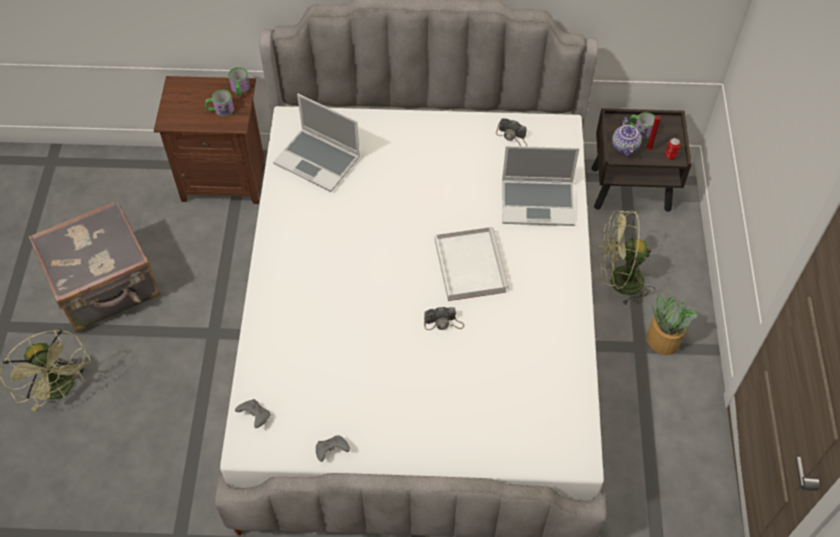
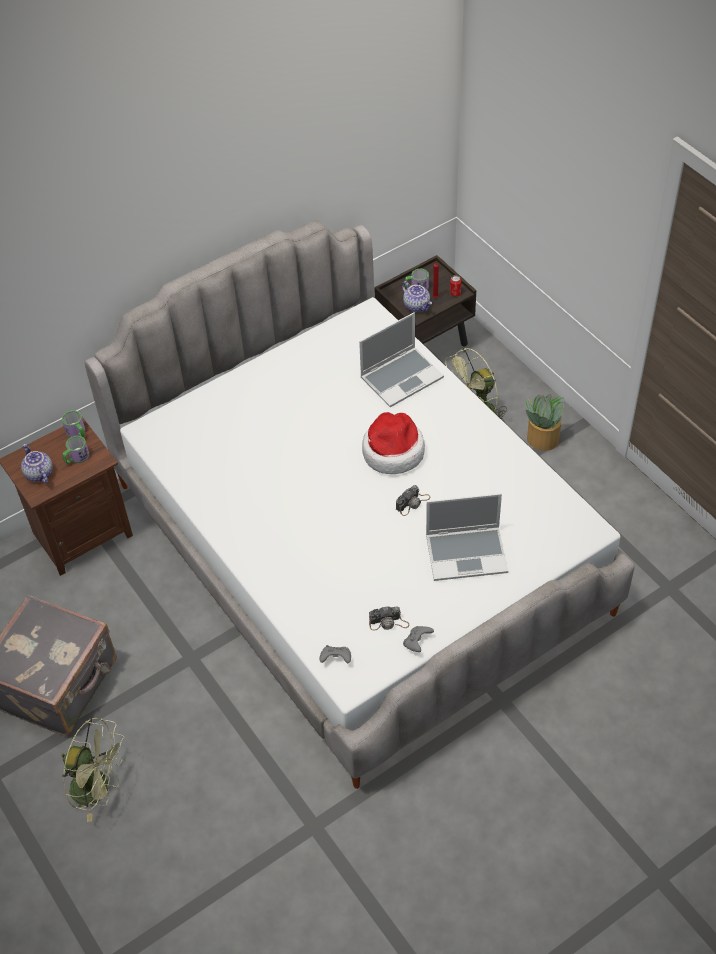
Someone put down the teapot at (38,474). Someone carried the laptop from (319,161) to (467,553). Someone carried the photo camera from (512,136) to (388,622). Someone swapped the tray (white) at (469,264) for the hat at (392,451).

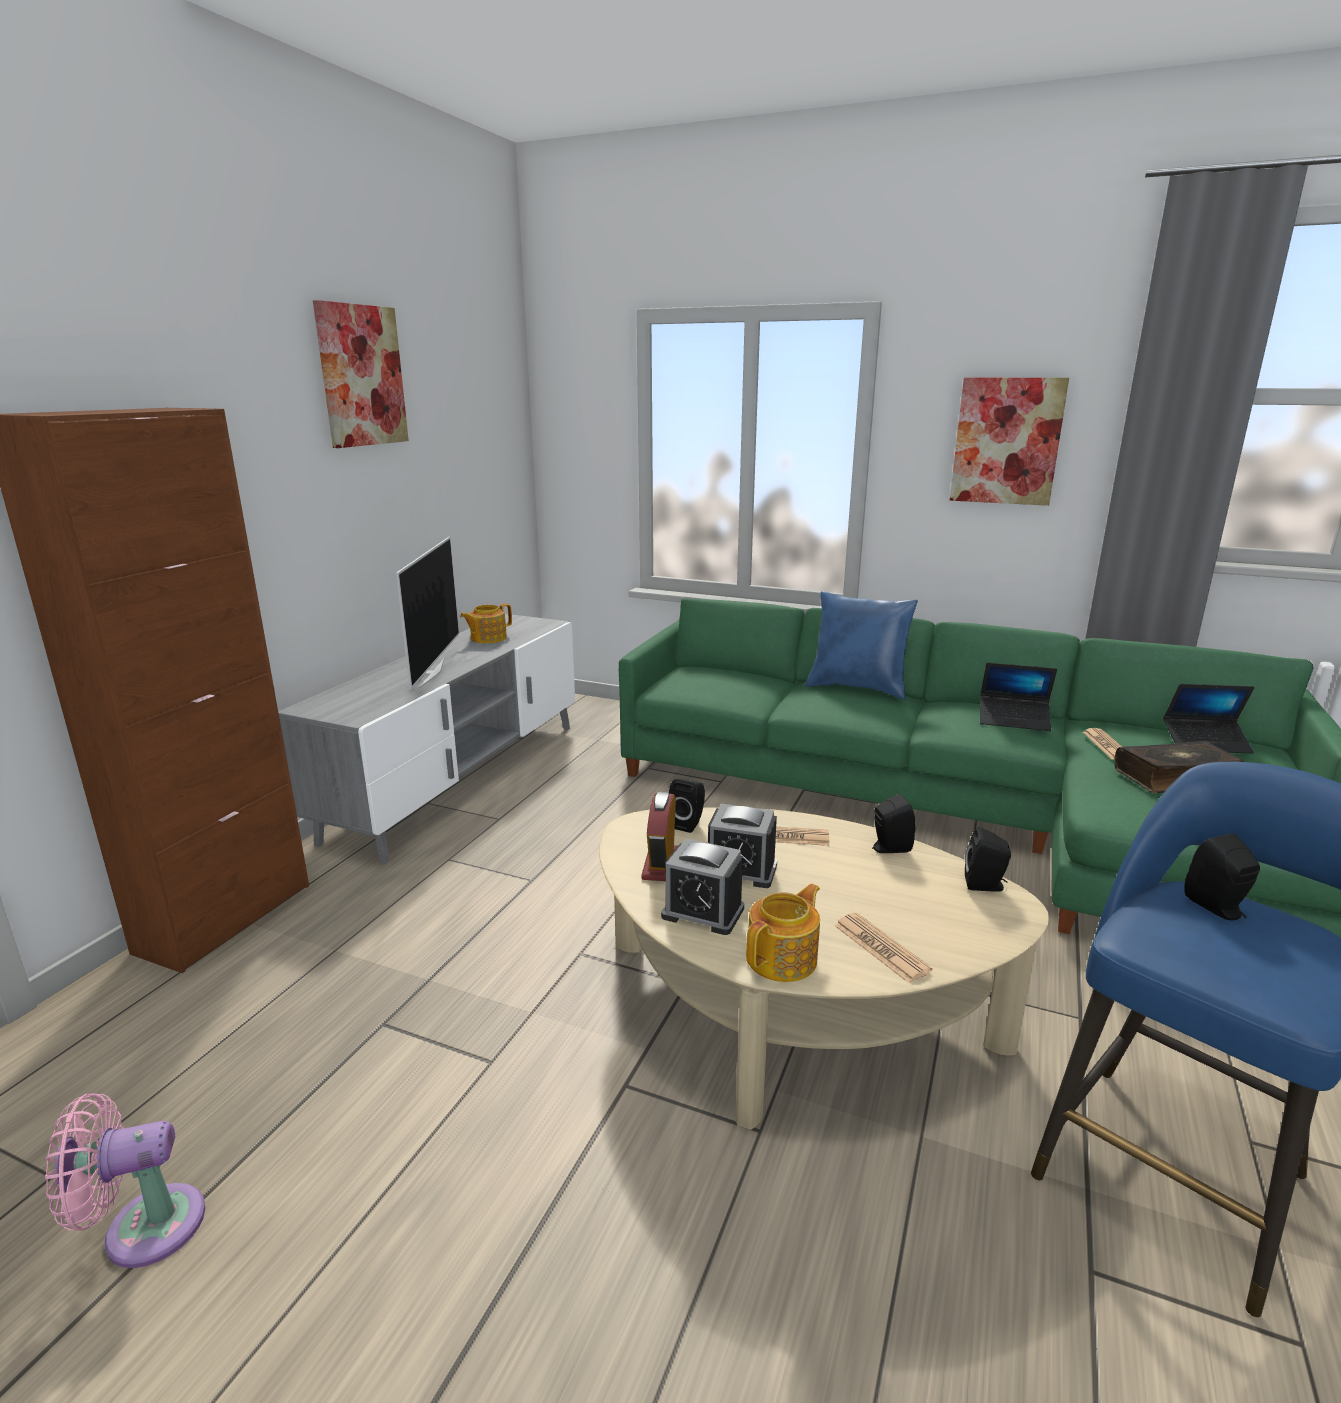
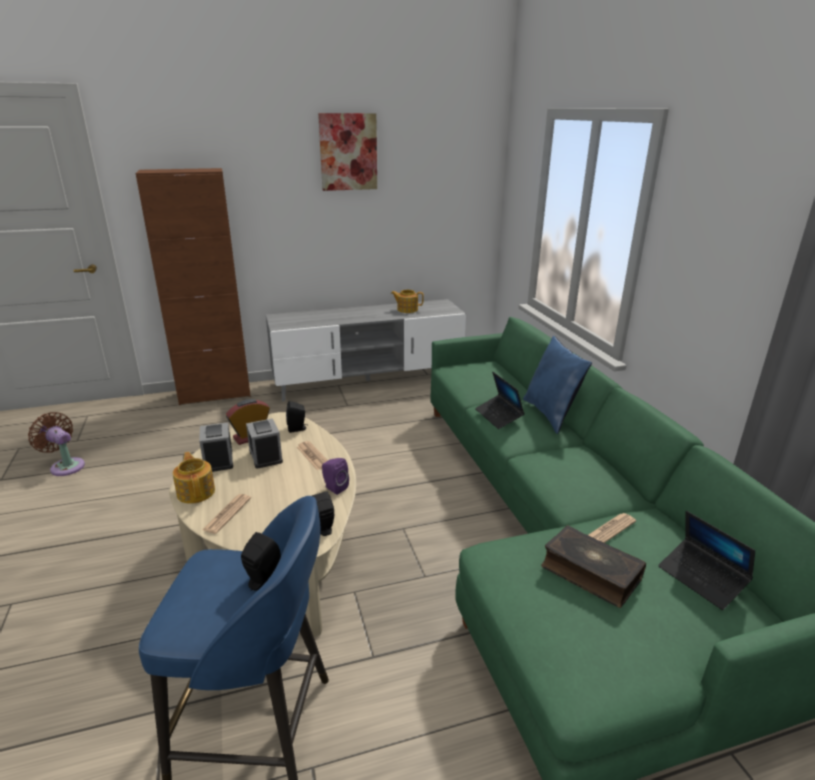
Someone took away the television at (430,673). Someone took away the picture at (1006,441). Someone carried the laptop from (1013,720) to (498,416). Someone repainted the fan (pink) at (144,1228), which became the fan (brown) at (65,466). Someone repainted the speaker (black) at (888,848), which became the speaker (purple) at (334,488). Someone rotated the teapot at (783,959) by 120 degrees counterclockwise.

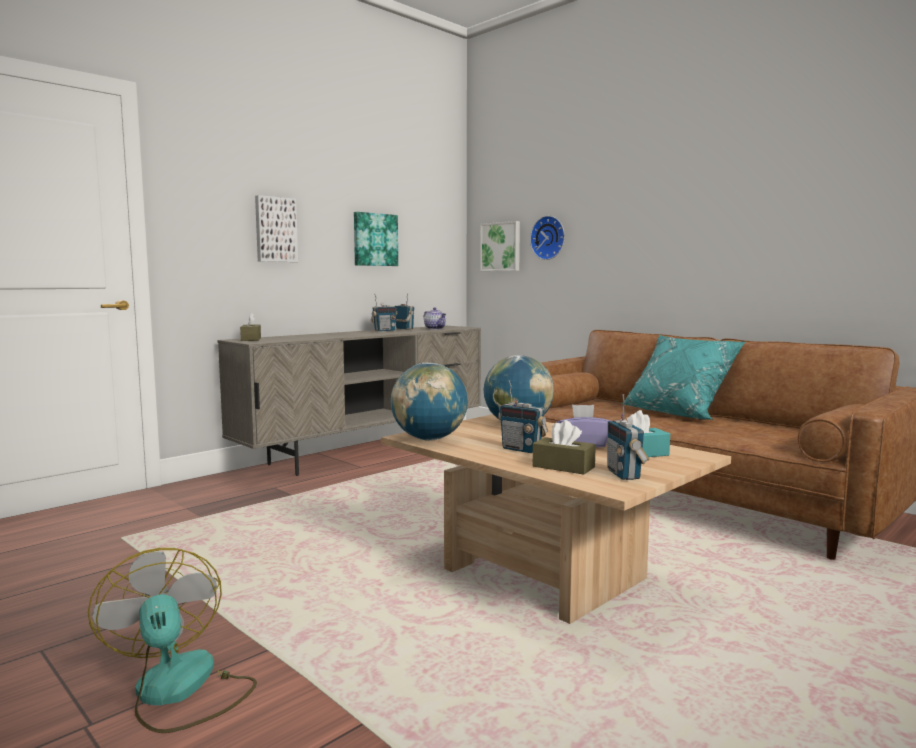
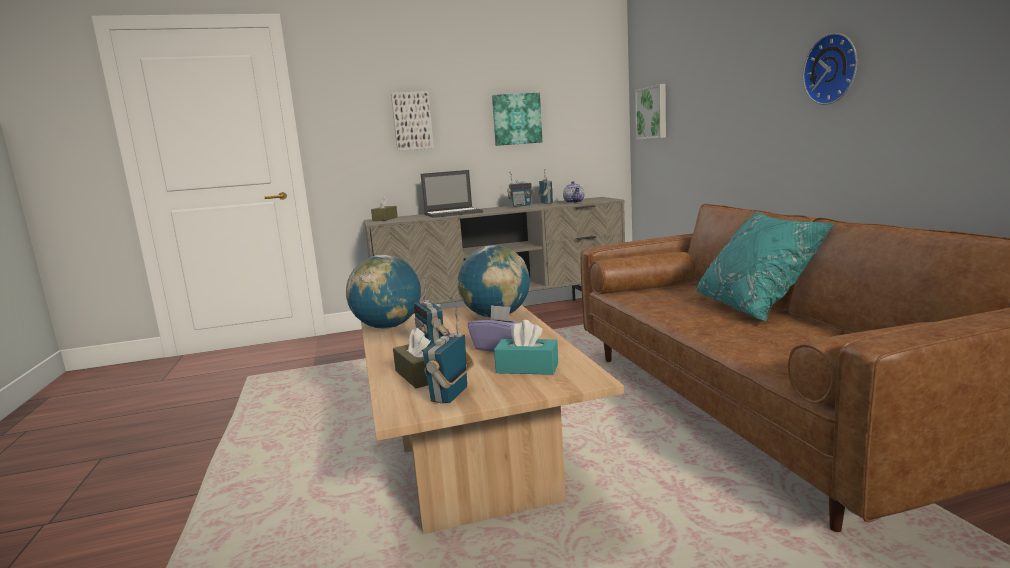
Someone took away the fan at (179,691). Someone put down the laptop at (454,213). Someone carried the wall clock from (549,238) to (833,69).

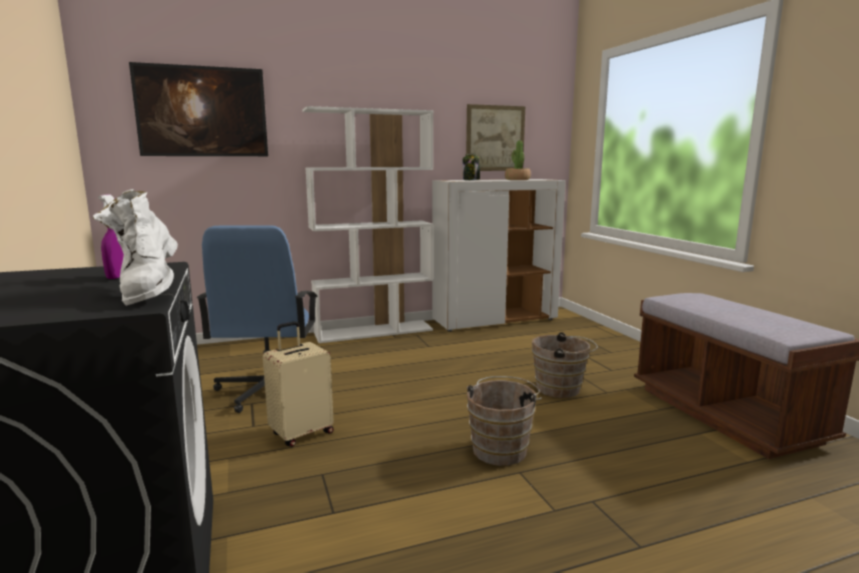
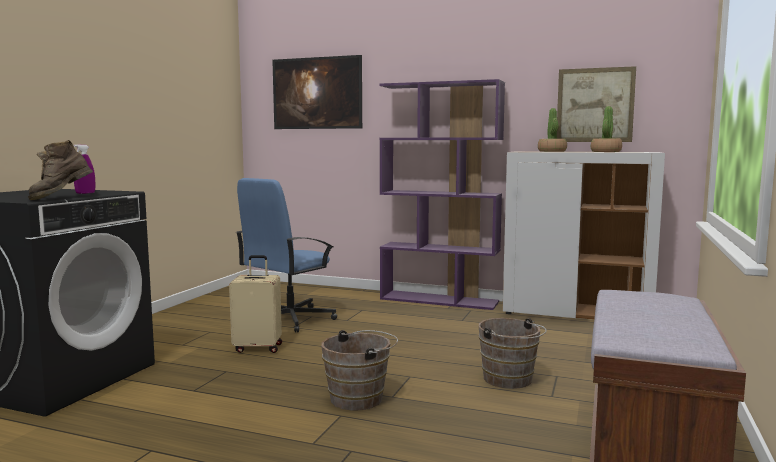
Someone swapped the jar at (471,180) for the potted plant at (552,151). Someone repainted the boot (white) at (149,292), which became the boot (brown) at (61,198). Someone repainted the bookcase (white) at (374,331), which became the bookcase (purple) at (439,300).

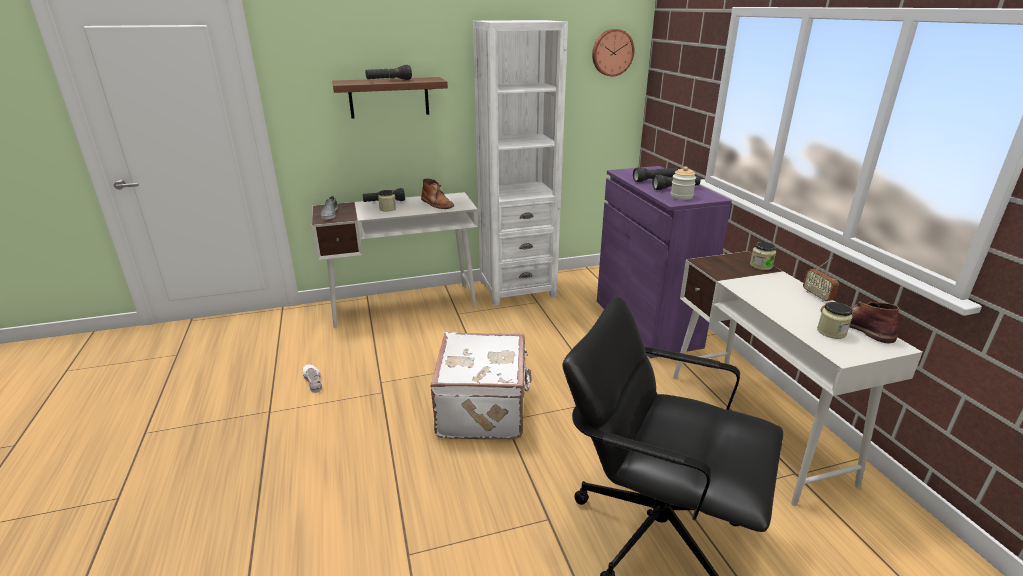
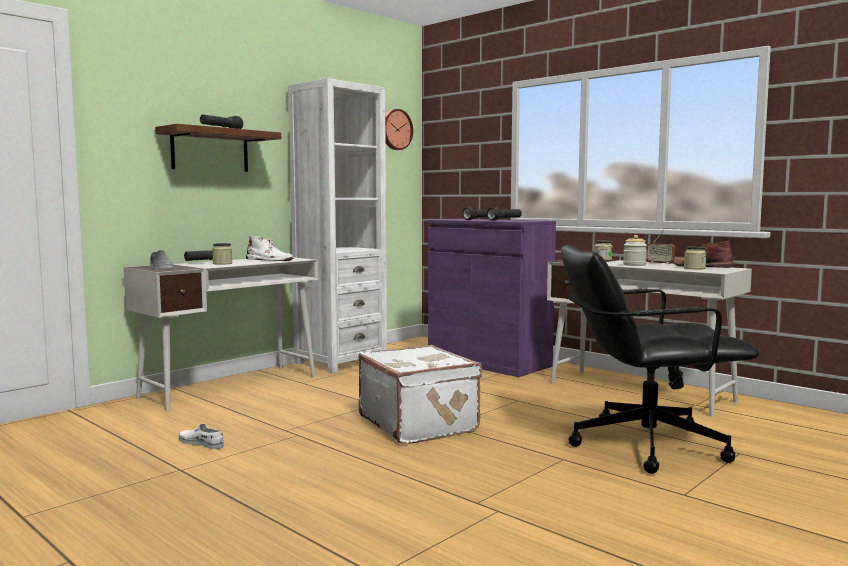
Someone carried the jar from (681,196) to (634,265). Someone repainted the boot (brown) at (437,204), which became the boot (white) at (269,260).

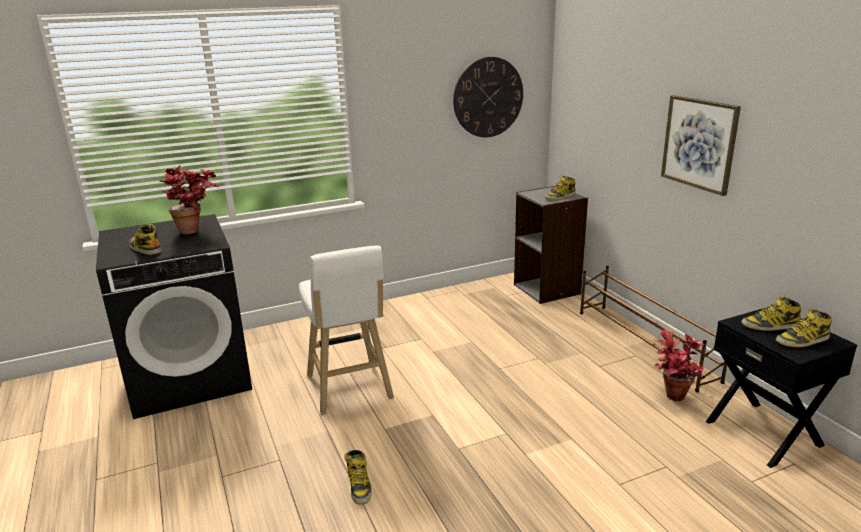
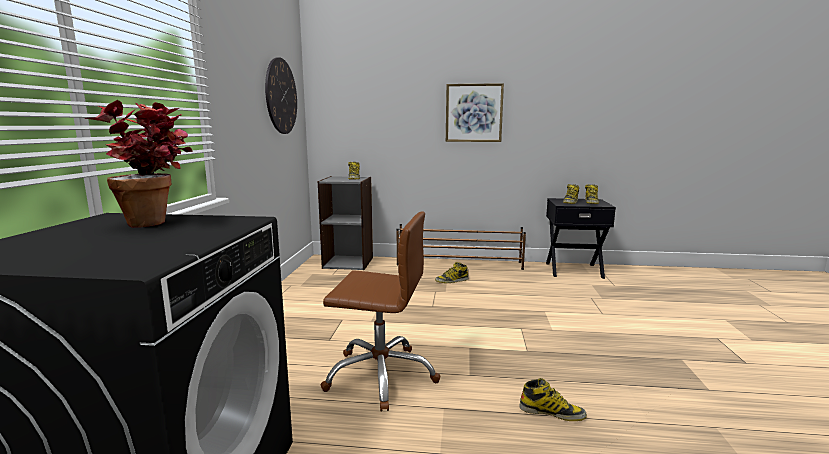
Someone took away the potted plant at (671,399). Someone carried the boot from (145,249) to (452,280). Someone swapped the stool (white) at (350,389) for the office chair (brown) at (381,375).

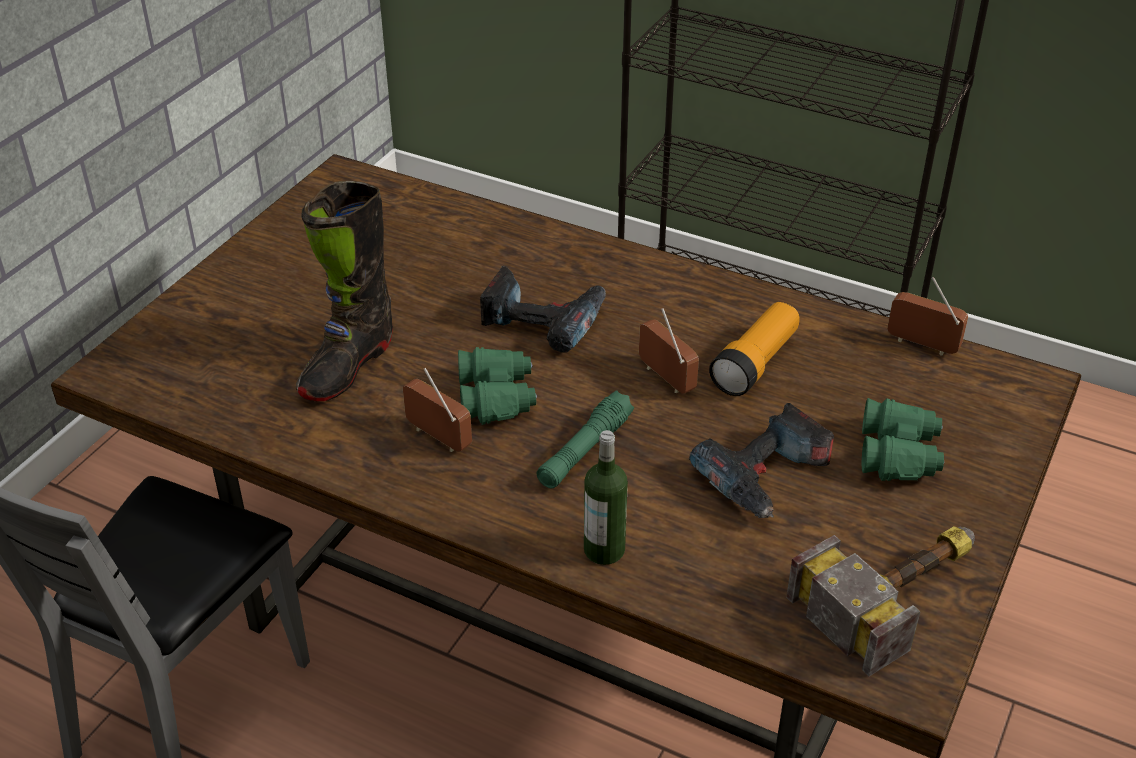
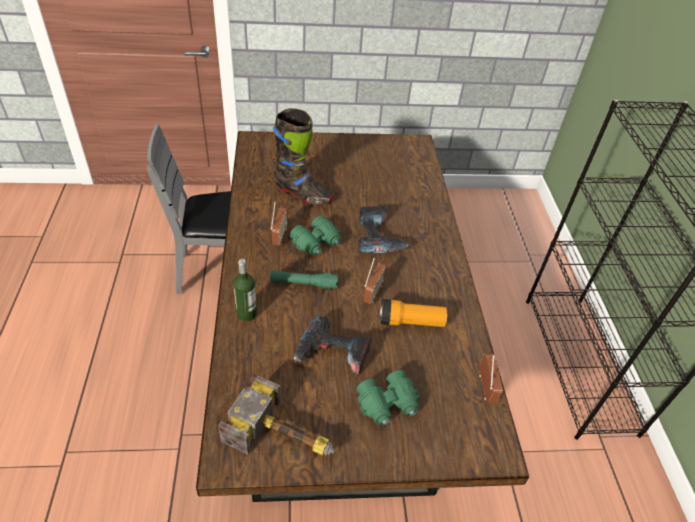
Someone rotated the boot (black) at (347,366) by 150 degrees counterclockwise.

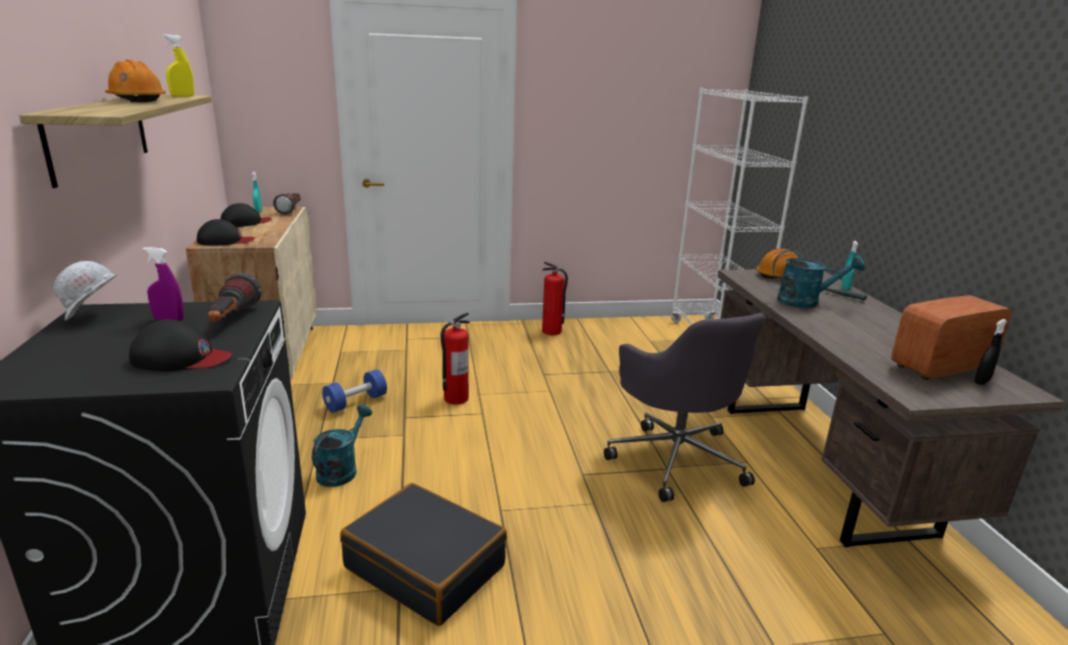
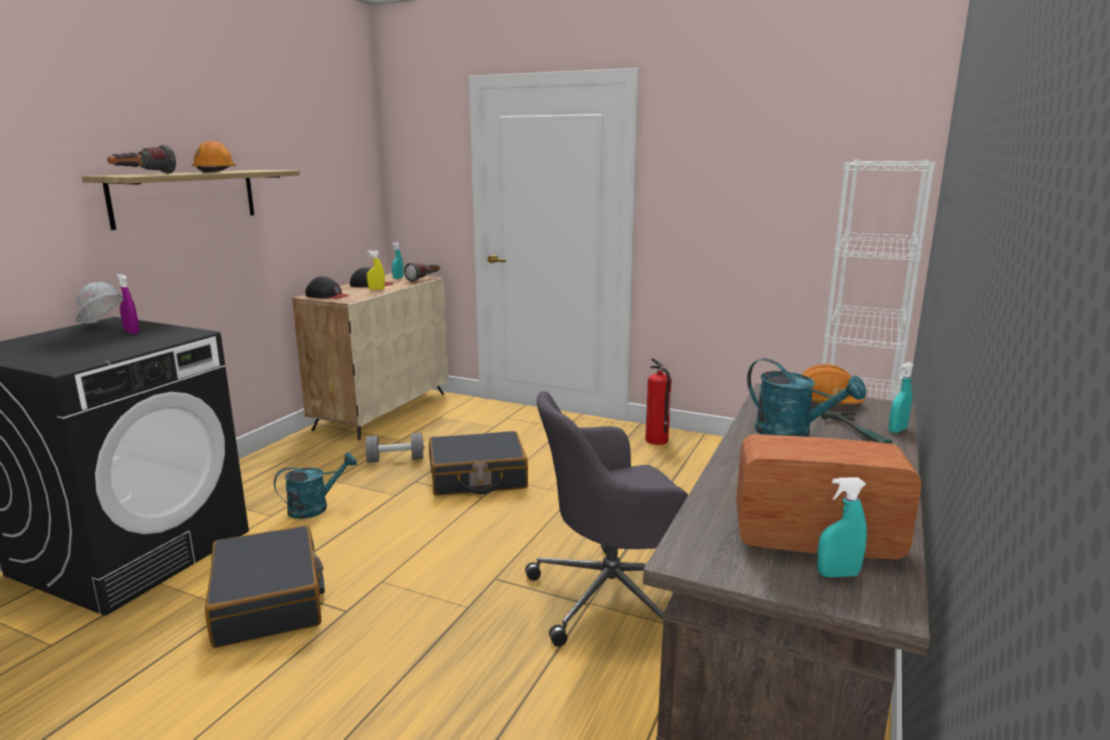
Someone took away the cap (black) at (180,358). Someone carried the spray bottle (yellow) from (182,96) to (376,289). Someone carried the flashlight from (232,320) to (143,174). Someone swapped the fire extinguisher at (455,398) for the suitcase (black) at (477,478). Someone repainted the dumbbell (blue) at (356,402), which became the dumbbell (grey) at (395,459). Someone repainted the spray bottle (black) at (981,382), which became the spray bottle (turquoise) at (838,574). Someone rotated the office chair (grey) at (676,458) by 60 degrees clockwise.

